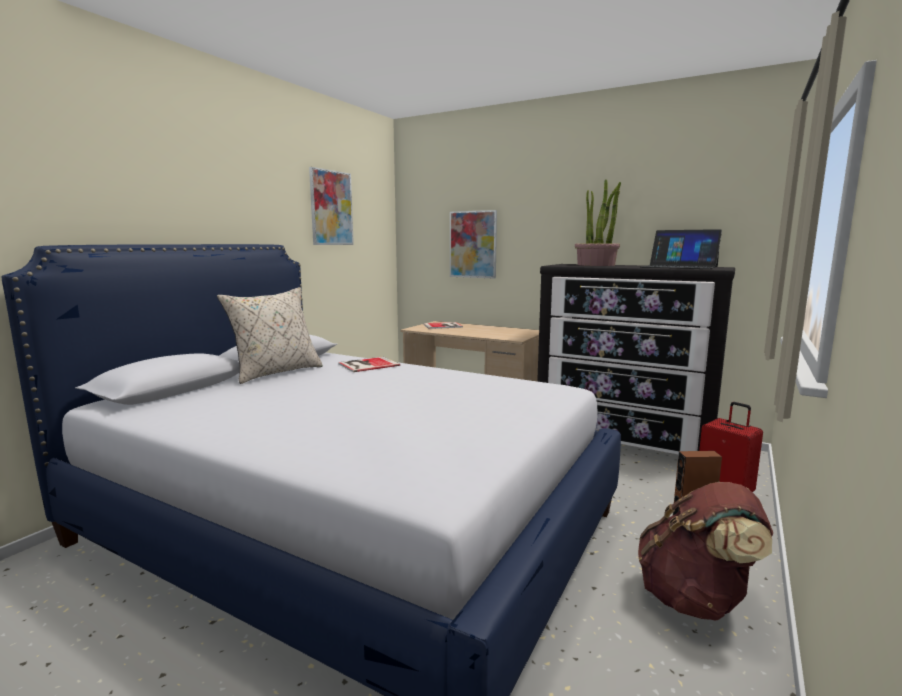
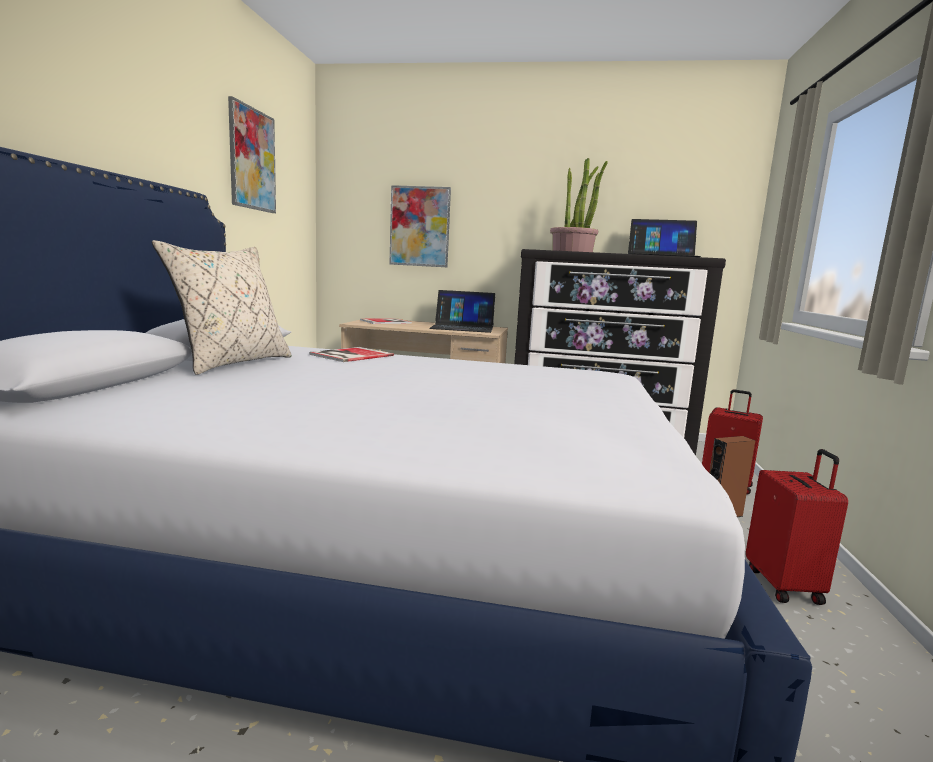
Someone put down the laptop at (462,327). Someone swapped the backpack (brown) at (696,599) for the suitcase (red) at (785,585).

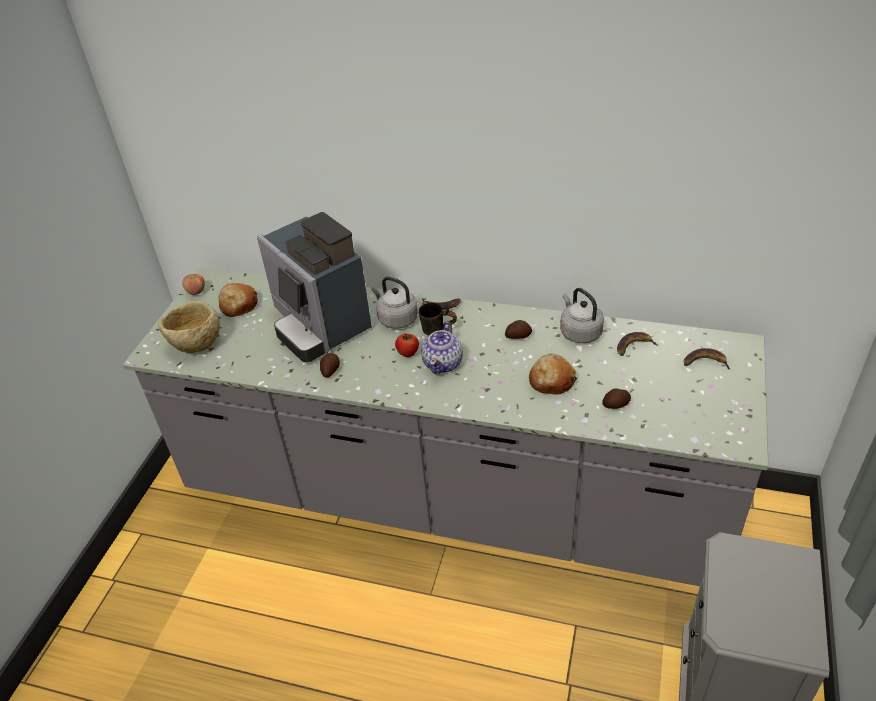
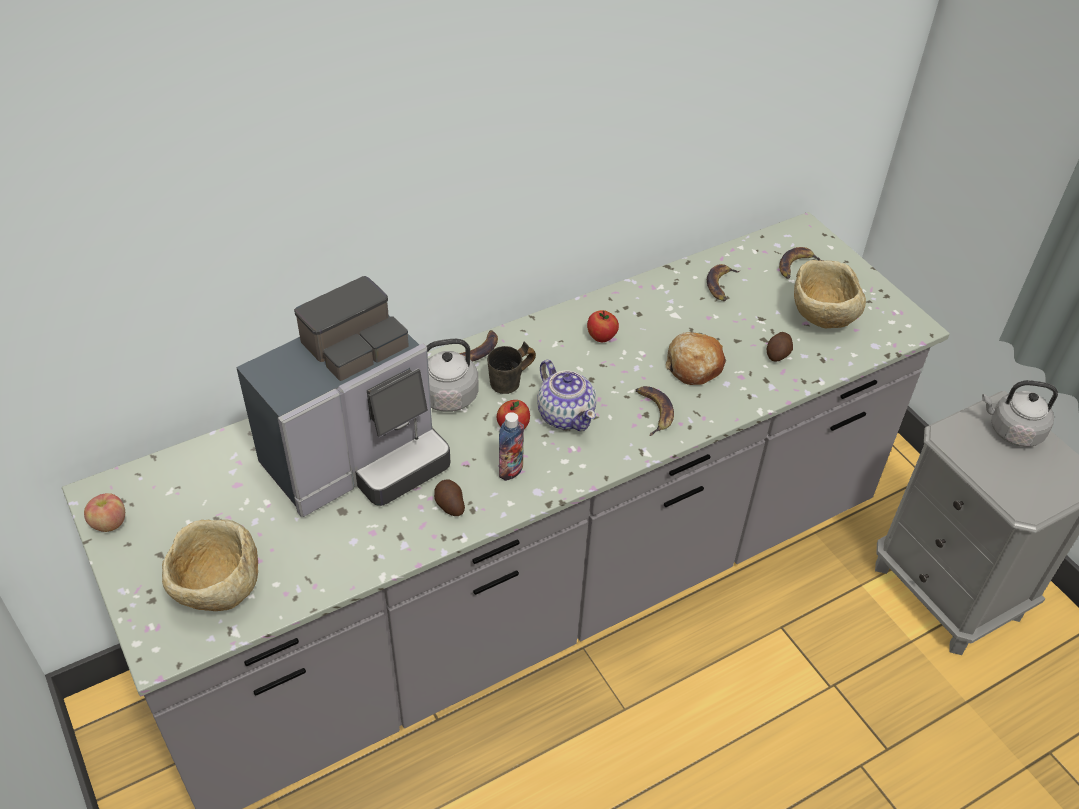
Someone took away the bread at (238,305). Someone put down the bottle at (511,470). Someone put down the banana at (654,411). Someone put down the bowl (beige) at (821,318). Someone carried the kettle (grey) from (579,332) to (1012,431). Someone swapped the potato at (518,335) for the apple at (601,337). Someone rotated the coffee machine at (319,325) by 45 degrees counterclockwise.

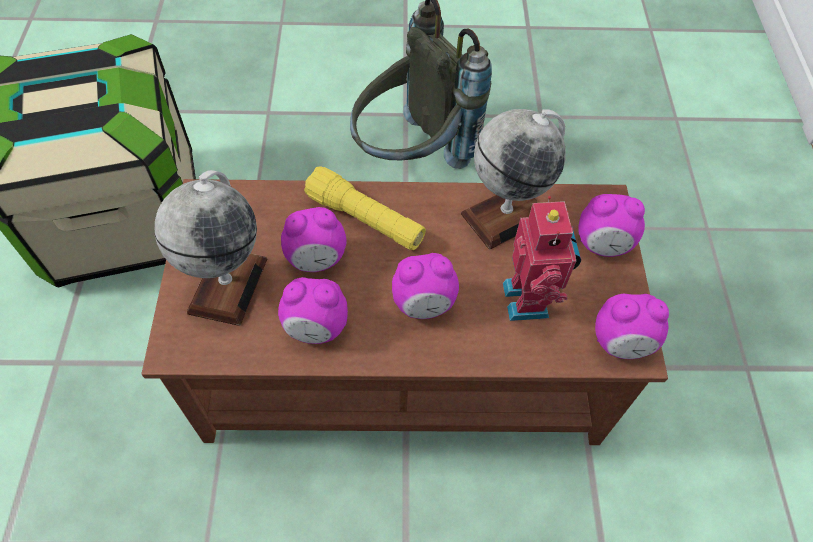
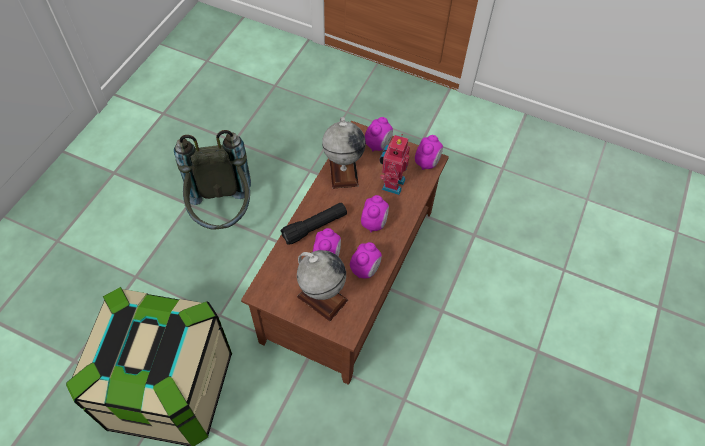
Someone repainted the flashlight (yellow) at (365,219), which became the flashlight (black) at (315,227). Someone rotated the toy robot at (529,300) by 90 degrees counterclockwise.

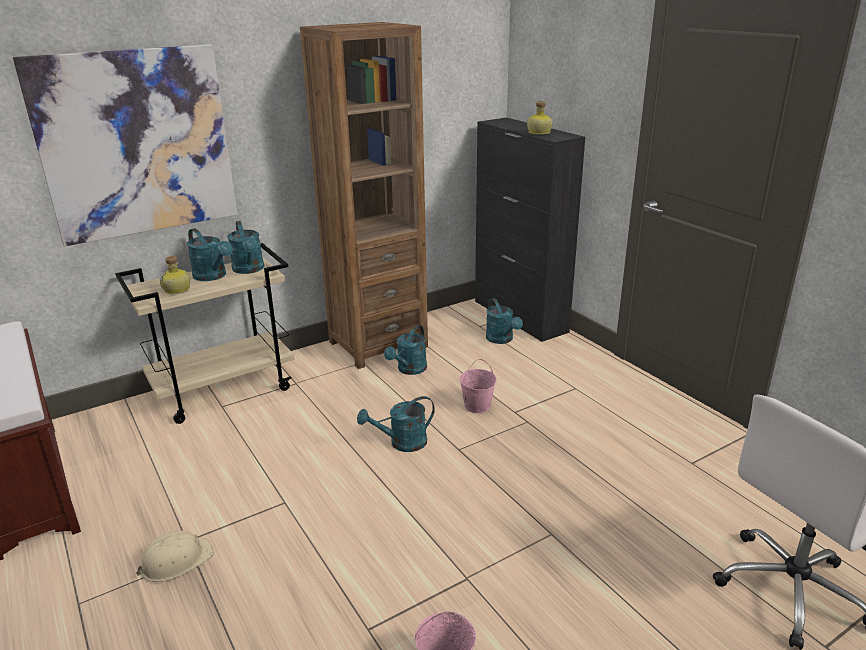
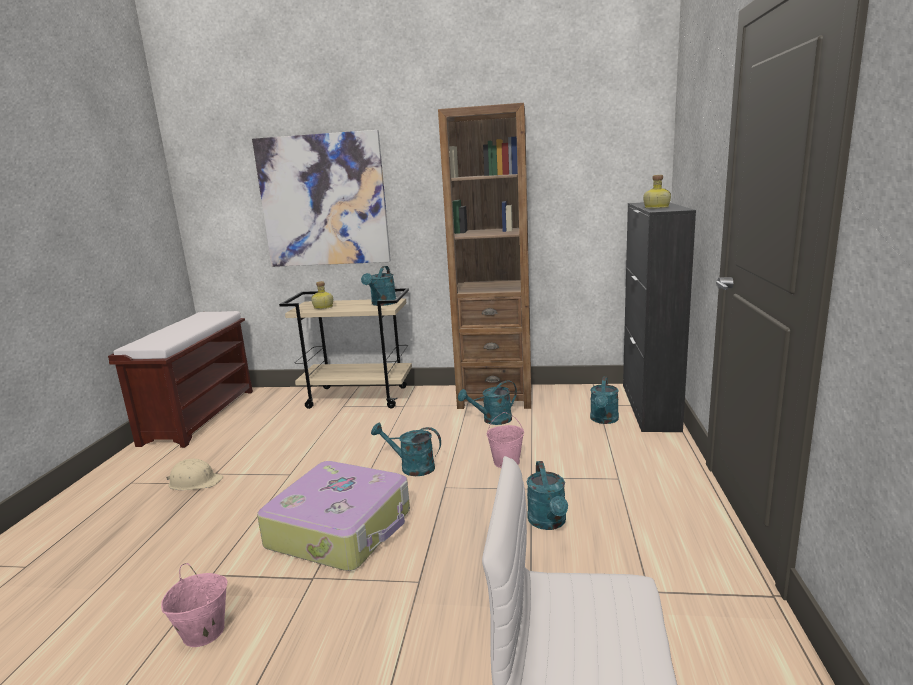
Someone put down the suitcase at (342,529). Someone carried the watering can (turquoise) from (213,276) to (549,523).

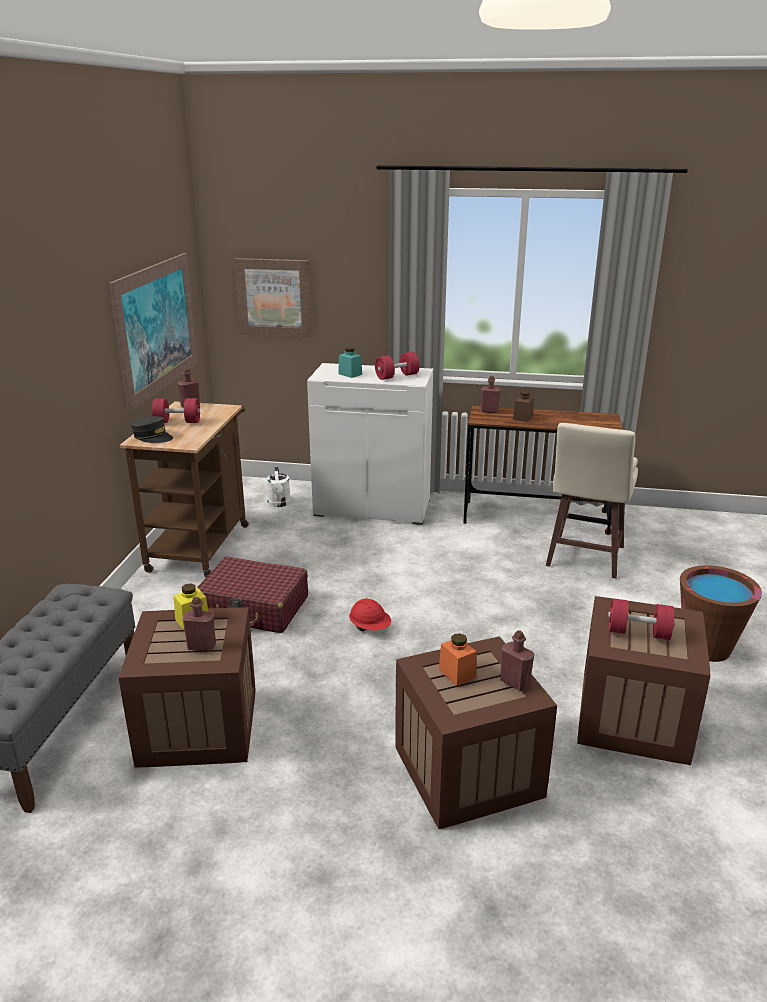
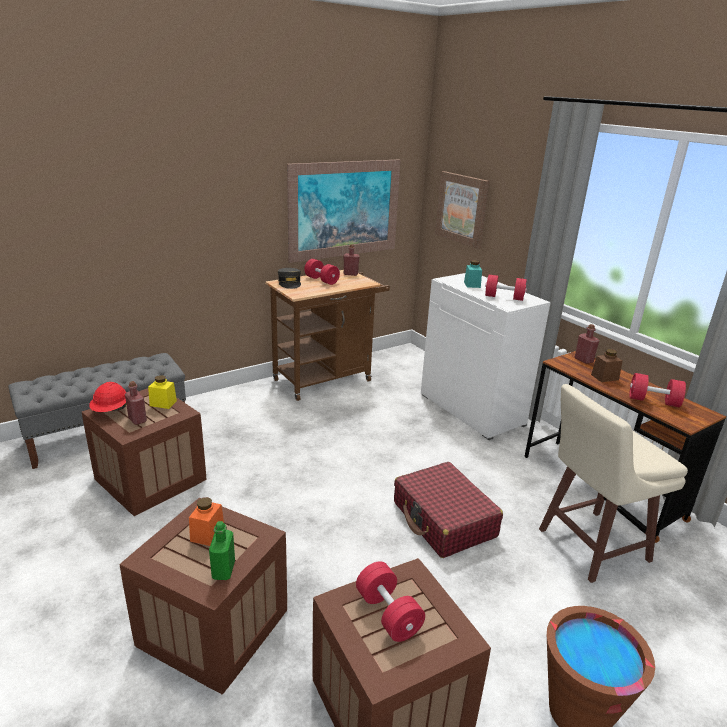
Someone took away the watering can (white) at (279,504). Someone put down the dumbbell (red) at (653,401). Someone carried the suitcase (red) from (254,608) to (444,520). Someone carried the hard hat (red) from (370,628) to (111,410). Someone repainted the bottle (red) at (515,682), which became the bottle (green) at (223,570).

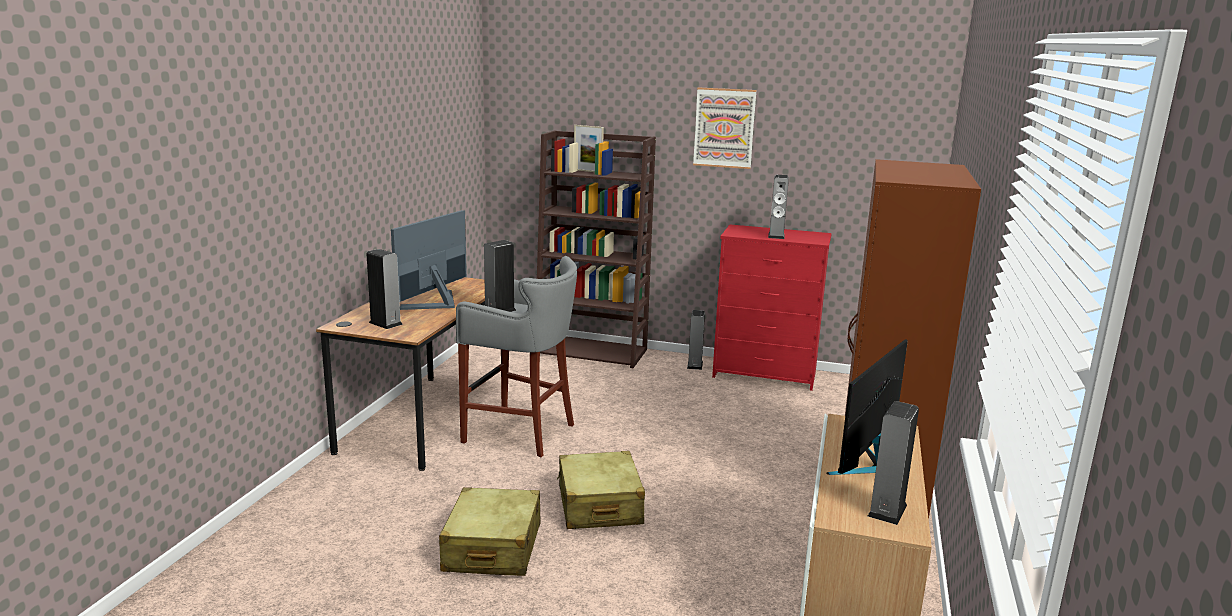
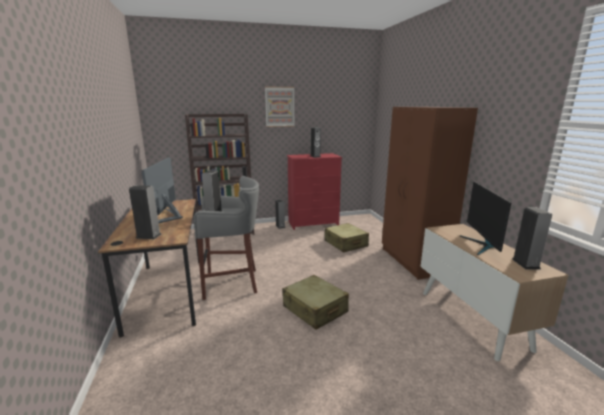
Someone took away the picture frame at (587,171). Someone carried the suitcase (beige) from (492,548) to (345,244).

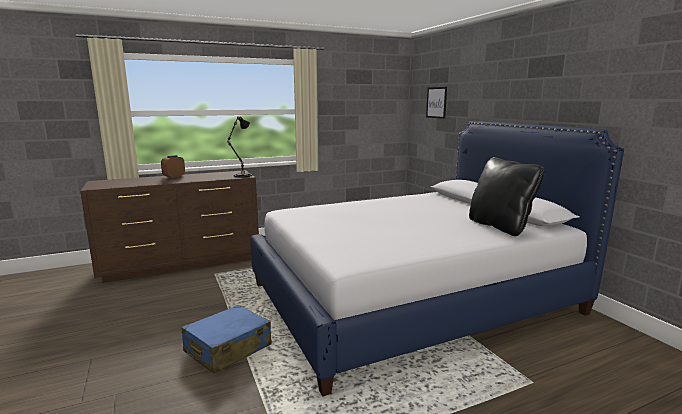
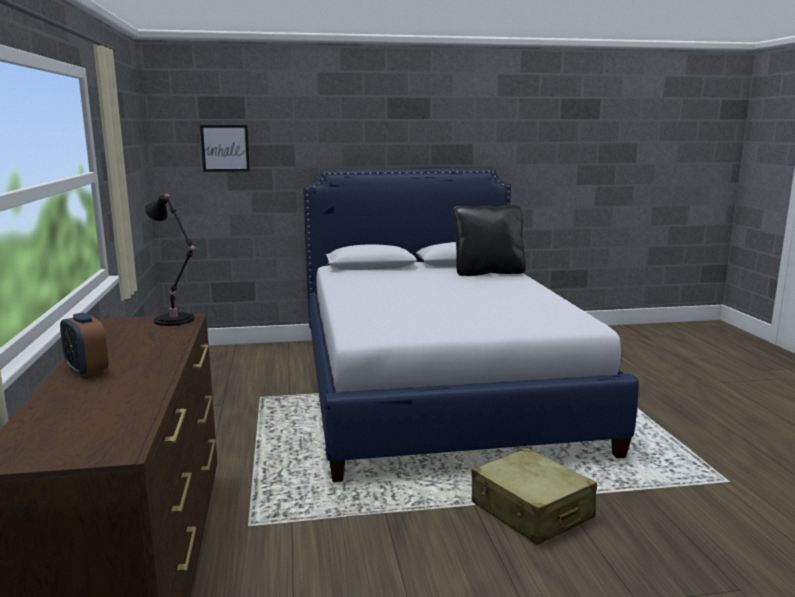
Someone repainted the suitcase (blue) at (227,349), which became the suitcase (beige) at (531,511).

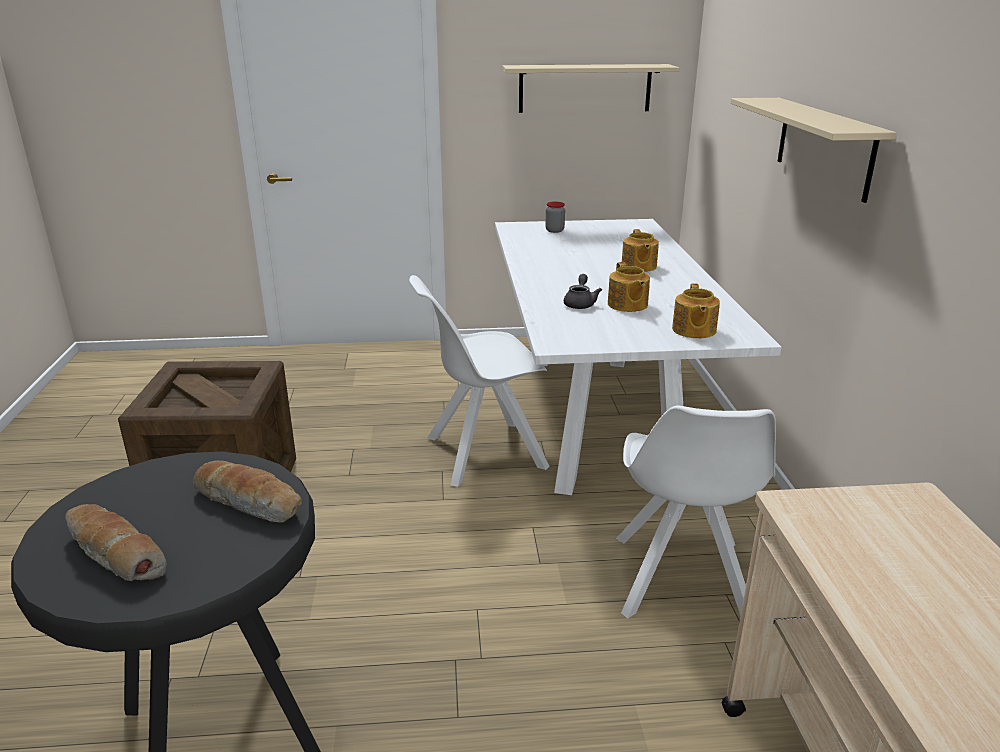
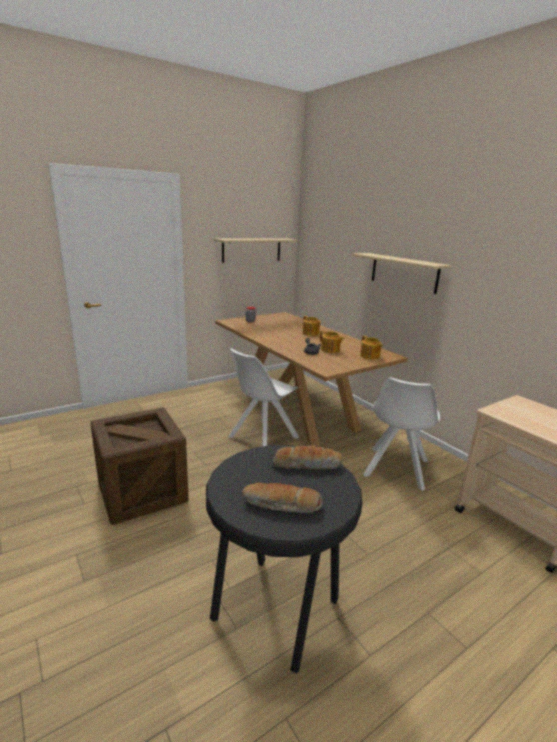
Someone repainted the dining table (white) at (596,413), which became the dining table (brown) at (295,408). Someone rotated the chair (white) at (681,581) by 45 degrees clockwise.

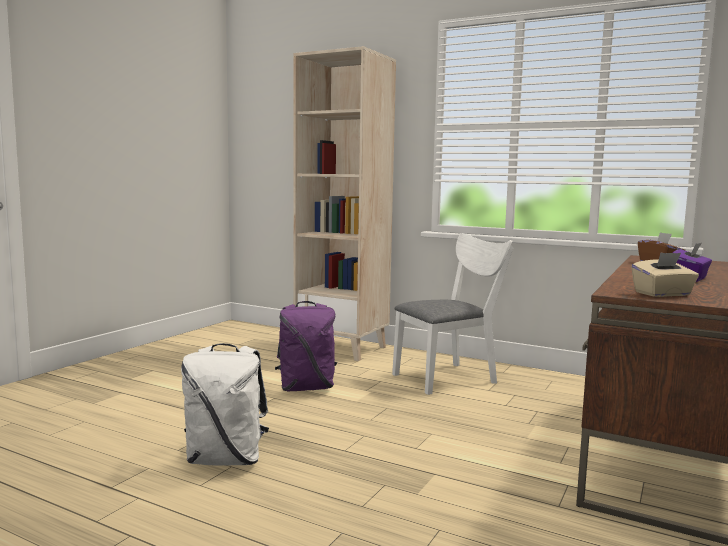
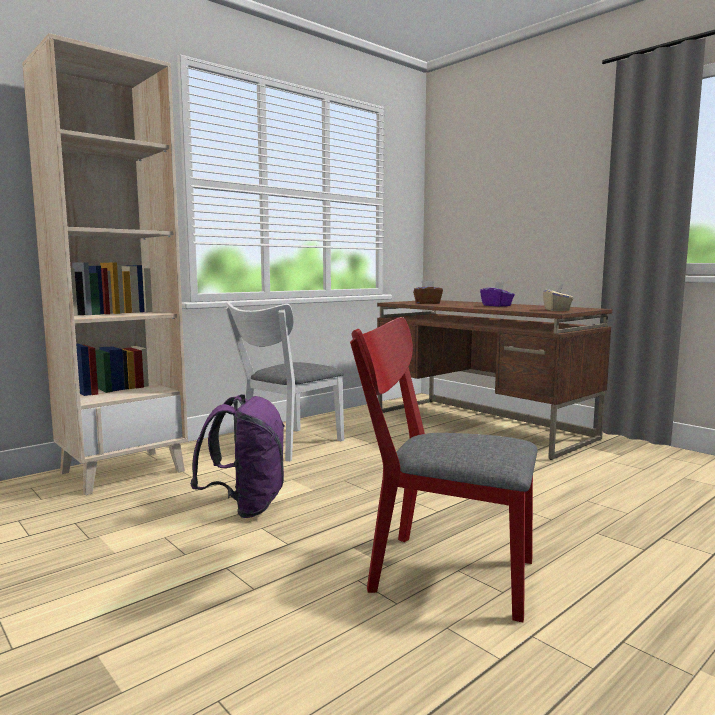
Someone swapped the backpack (white) at (226,459) for the chair (red) at (439,572). Someone rotated the chair (white) at (450,377) by 135 degrees counterclockwise.

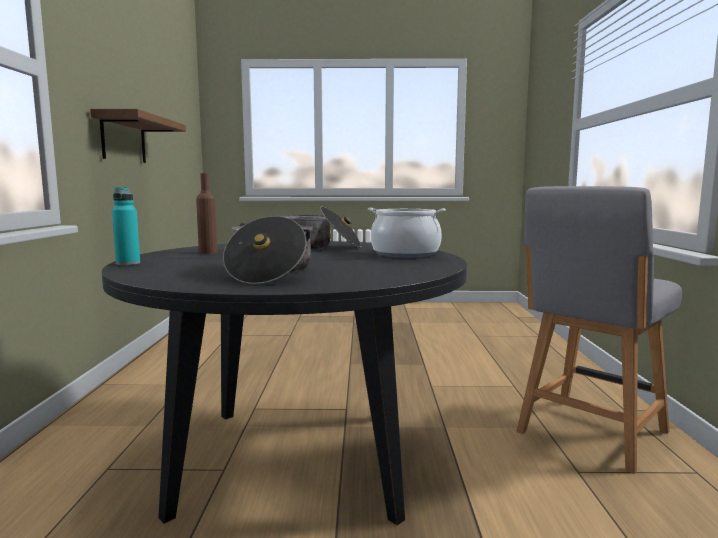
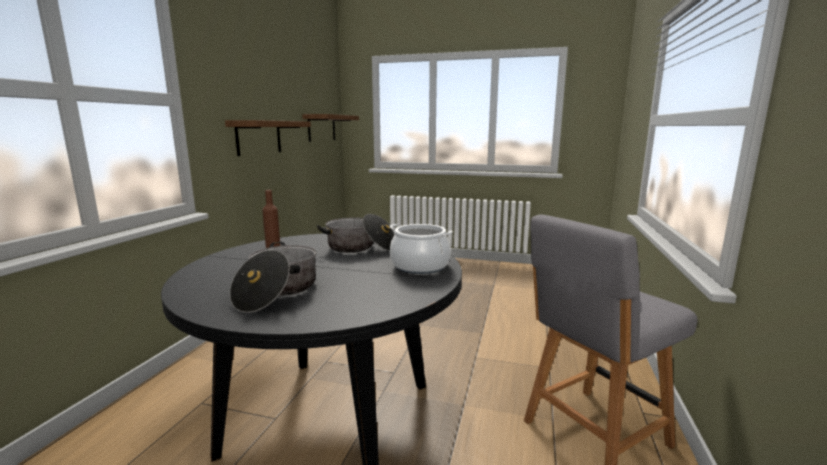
Someone took away the bottle (turquoise) at (128,263). Someone put up the shelf at (321,128).

